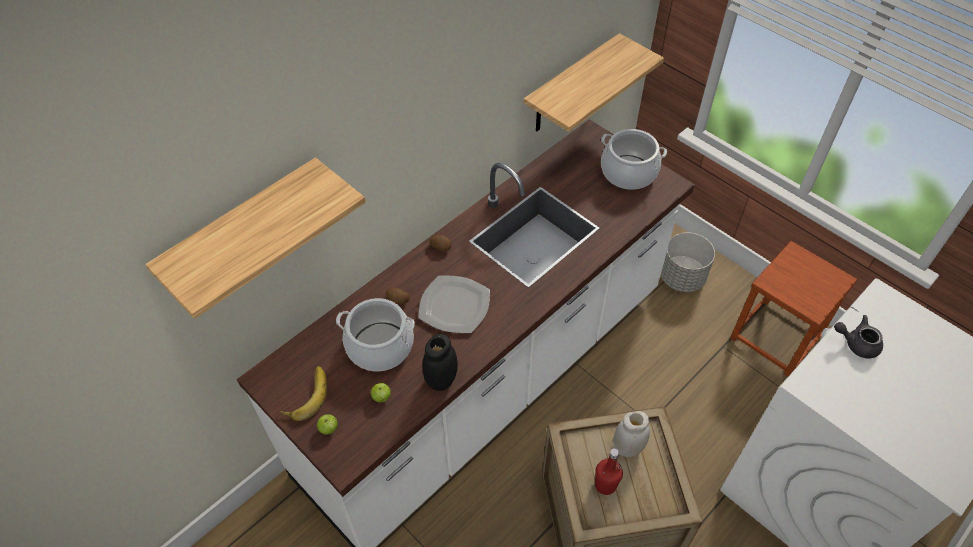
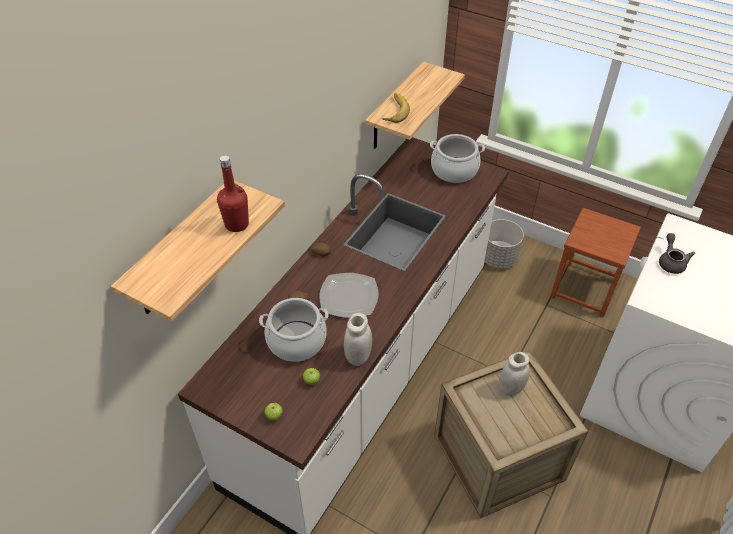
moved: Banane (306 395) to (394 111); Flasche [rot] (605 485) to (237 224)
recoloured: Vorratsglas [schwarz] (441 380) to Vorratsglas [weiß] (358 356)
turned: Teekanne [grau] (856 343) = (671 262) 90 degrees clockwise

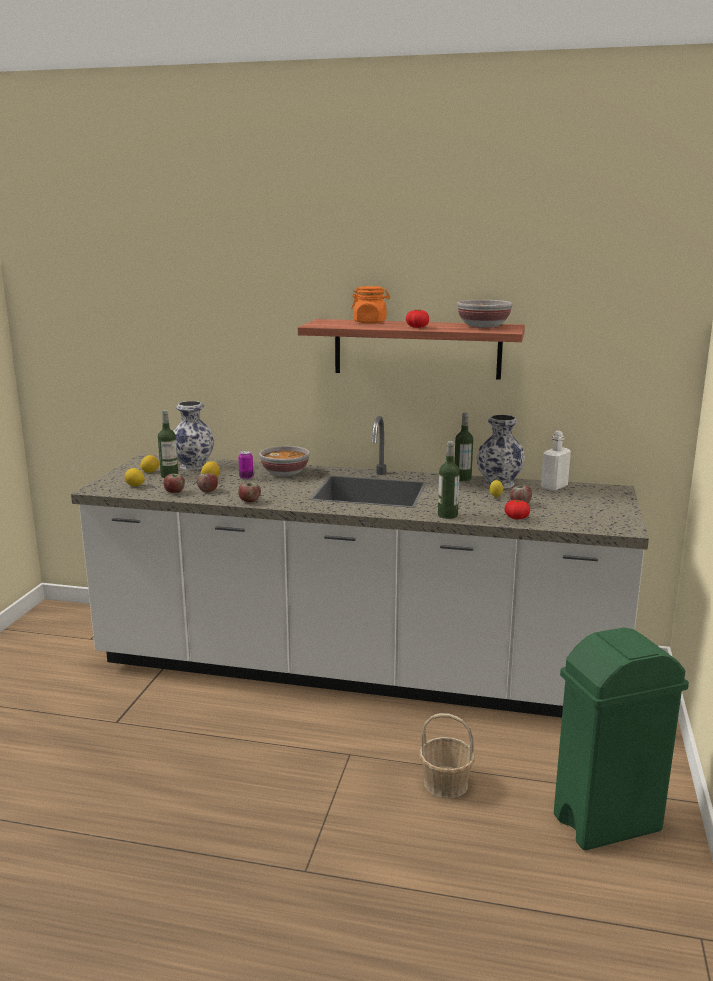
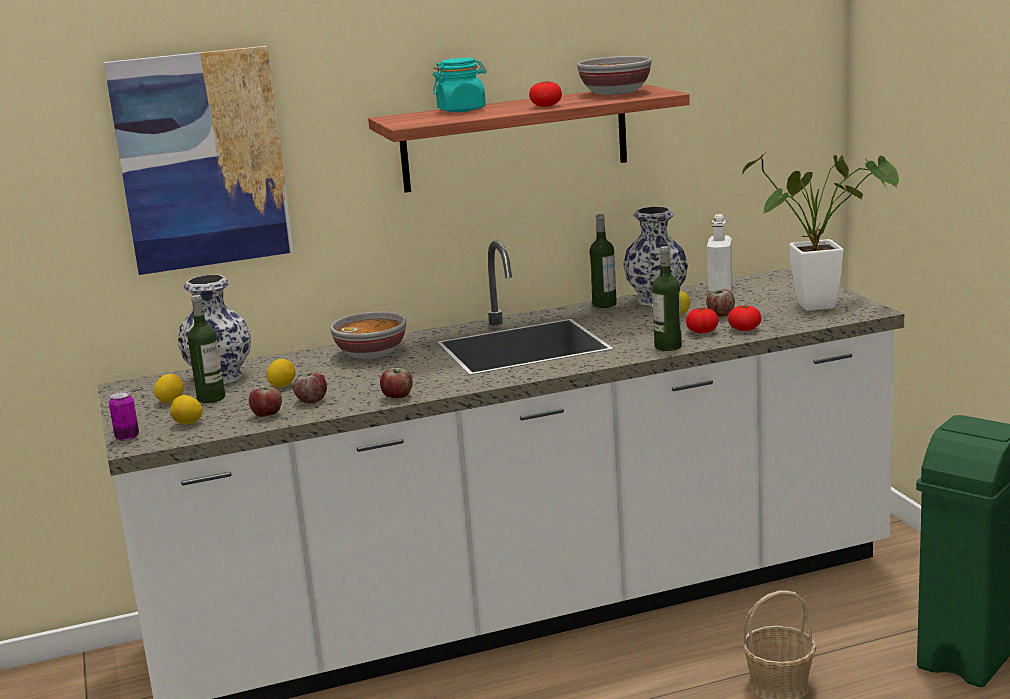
added: Bild (201 160); Tomate (702 332); Topfpflanze (825 305)
moved: Dose (246 478) to (127 437)
recoloured: Vorratsglas [orange] (370 322) to Vorratsglas [türkis] (462 110)

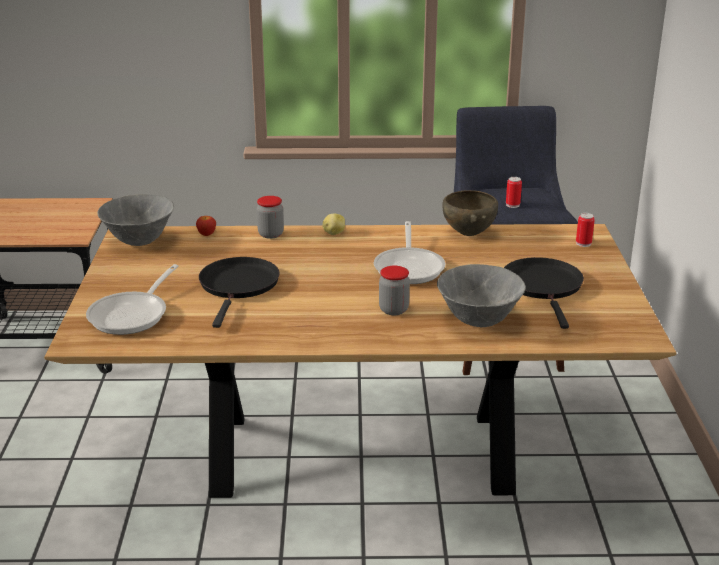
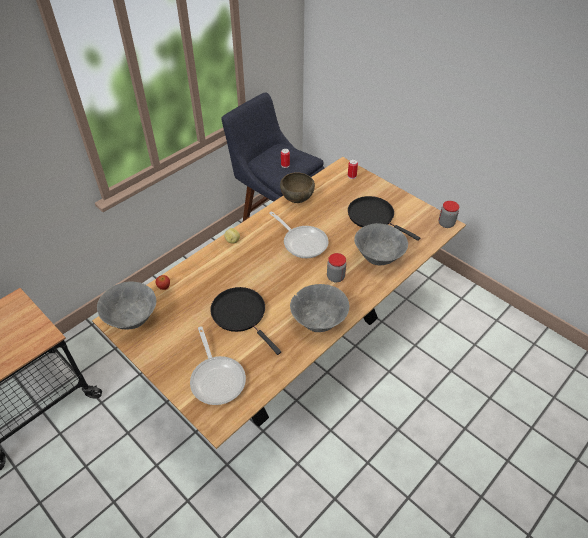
added: Schüssel [grau] (318 322)
moved: Vorratsglas (271 234) to (446 223)

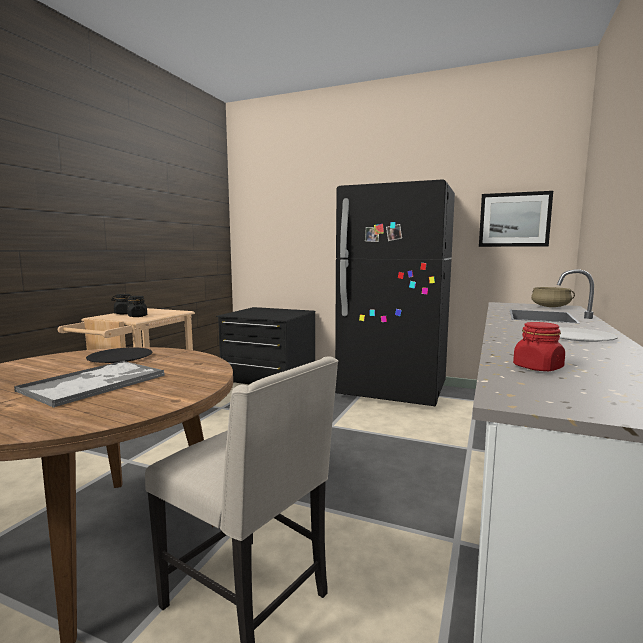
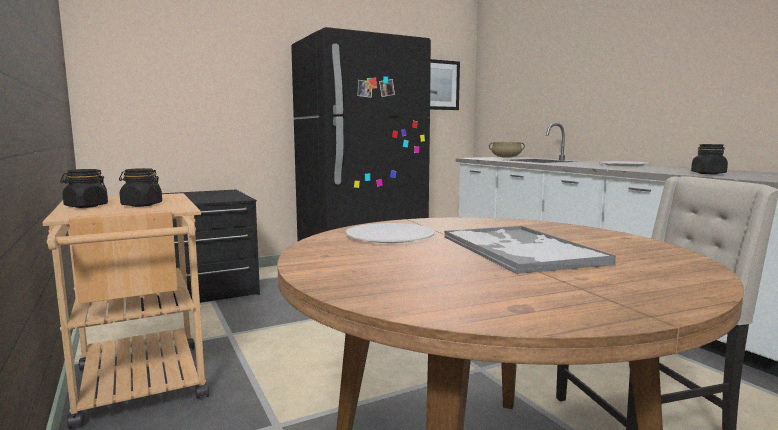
recoloured: Teller [schwarz] (120 357) to Teller [weiß] (390 236); Vorratsglas [rot] (537 368) to Vorratsglas [schwarz] (708 173)

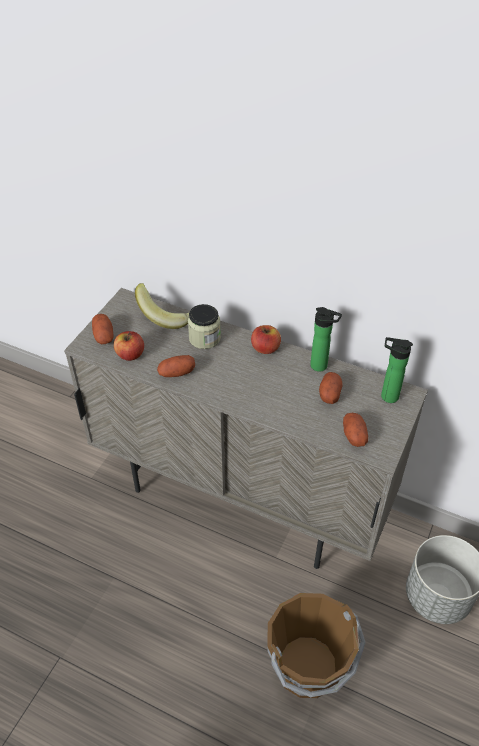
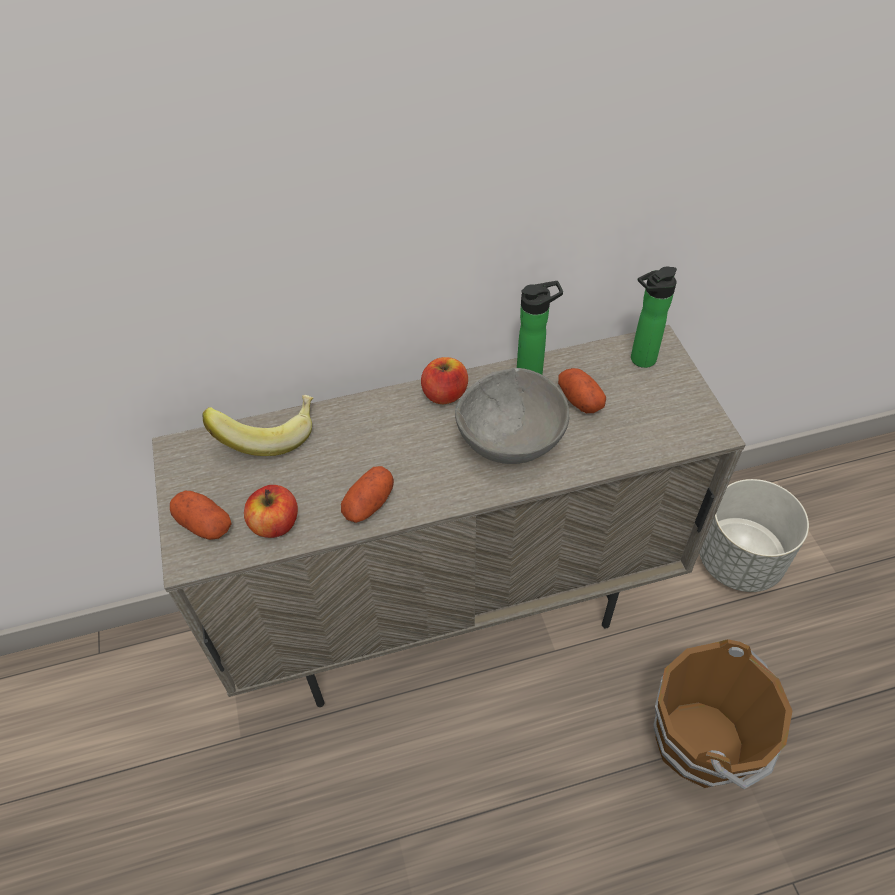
removed: Vorratsglas (204 338); Kartoffel (354 435)
added: Schüssel [grau] (510 441)

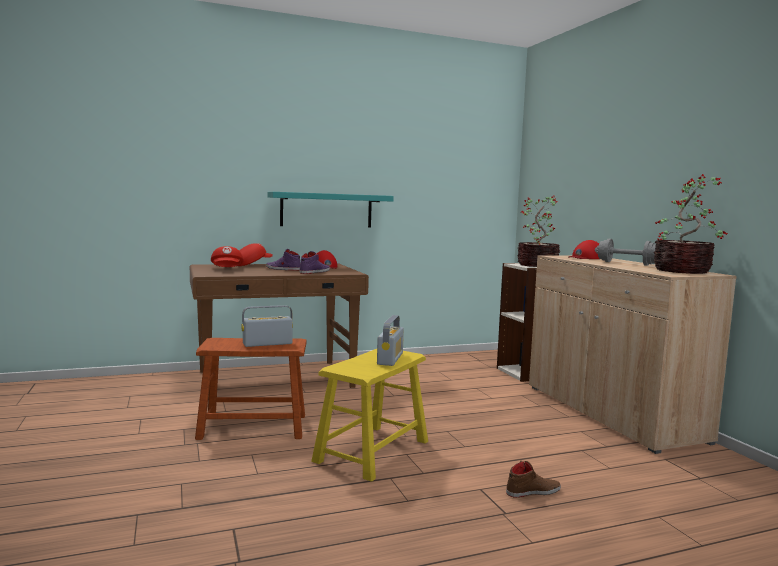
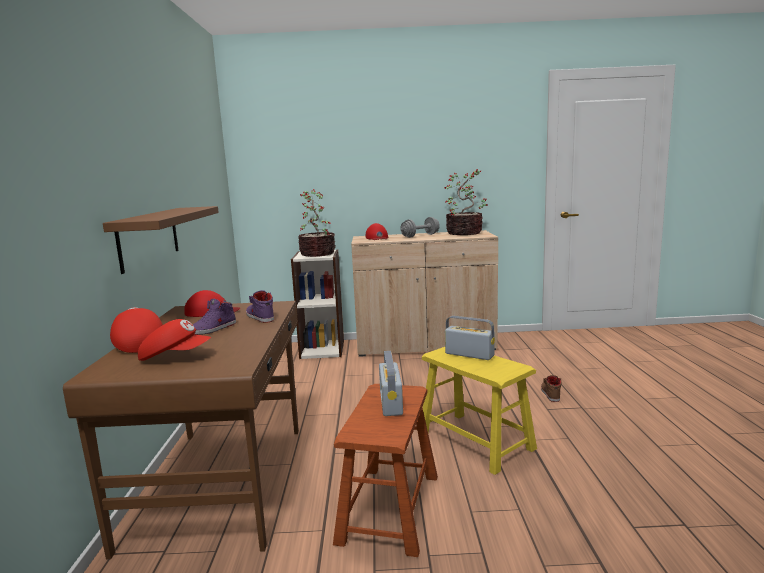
recoloured: Wandregal [türkis] (326 210) to Wandregal [braun] (149 237)

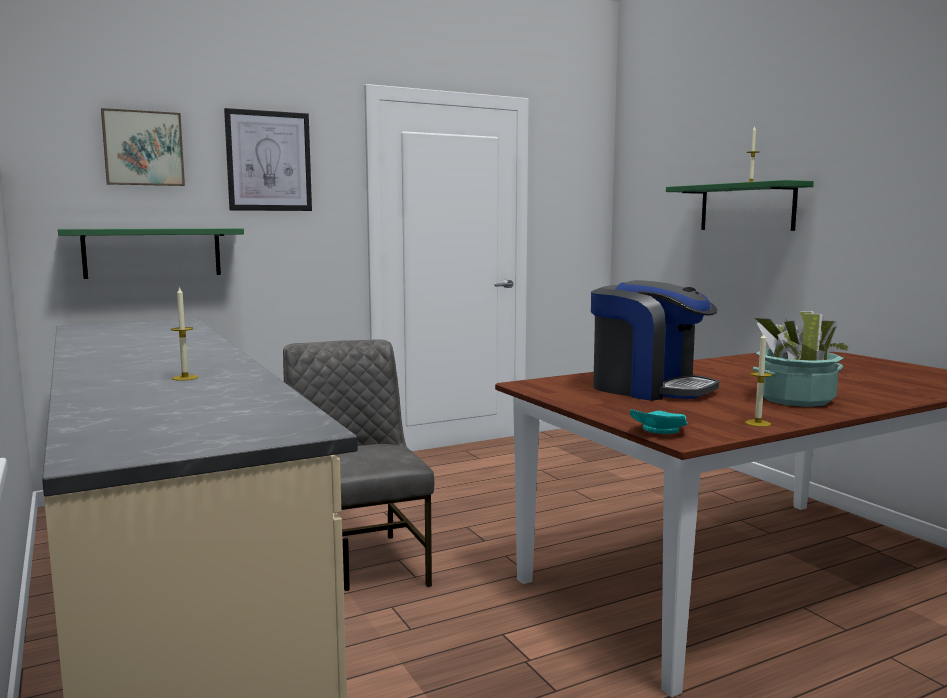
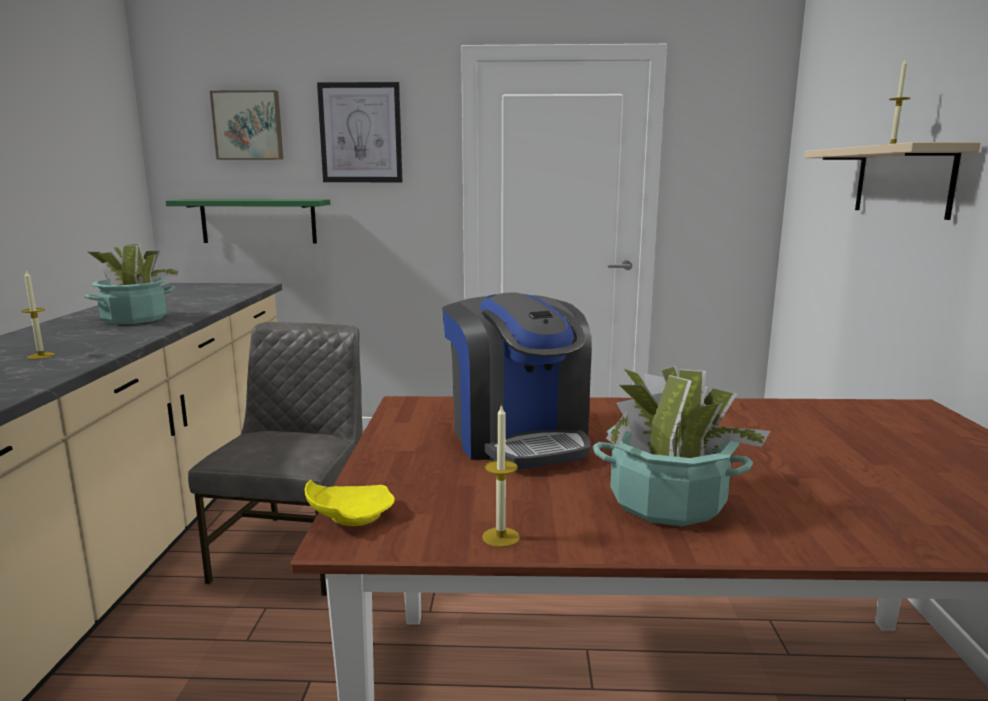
added: Topfpflanze (135 318)
recoloured: Teller [türkis] (659 431) to Teller [gelb] (349 516); Wandregal [grün] (746 207) to Wandregal [beige] (902 181)

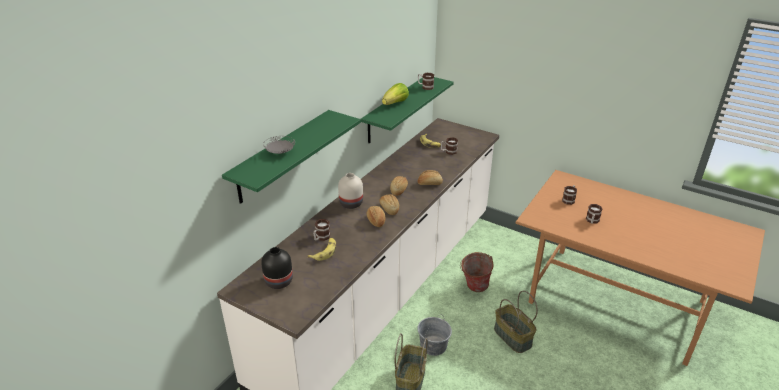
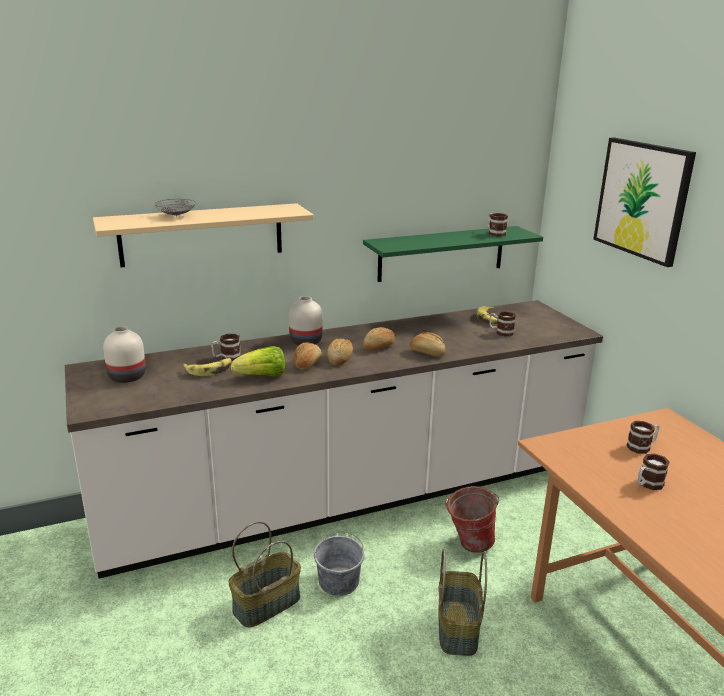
added: Bild (642 199)
moved: Salatkopf (395 103) to (262 376)
recoloured: Wandregal [grün] (282 156) to Wandregal [beige] (202 234); Vase [schwarz] (279 281) to Vase [weiß] (128 377)

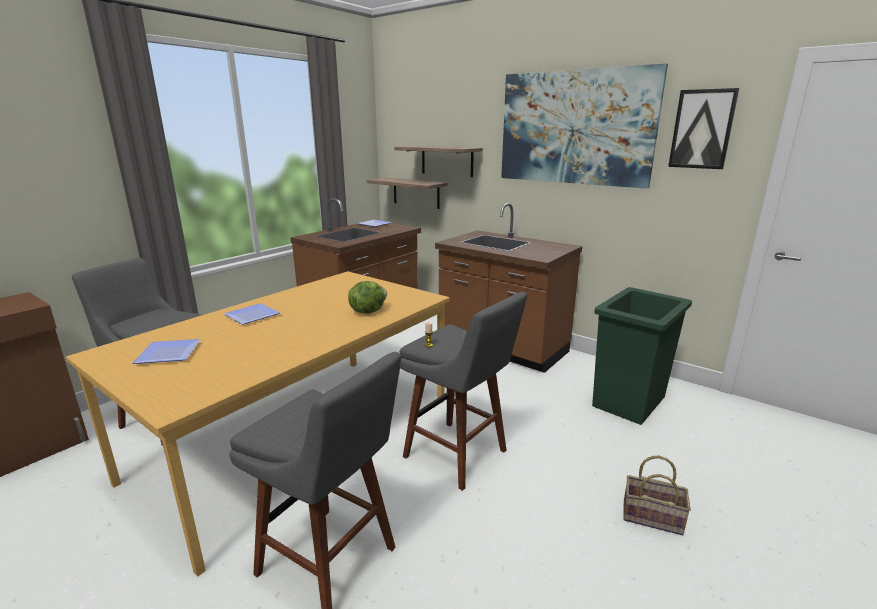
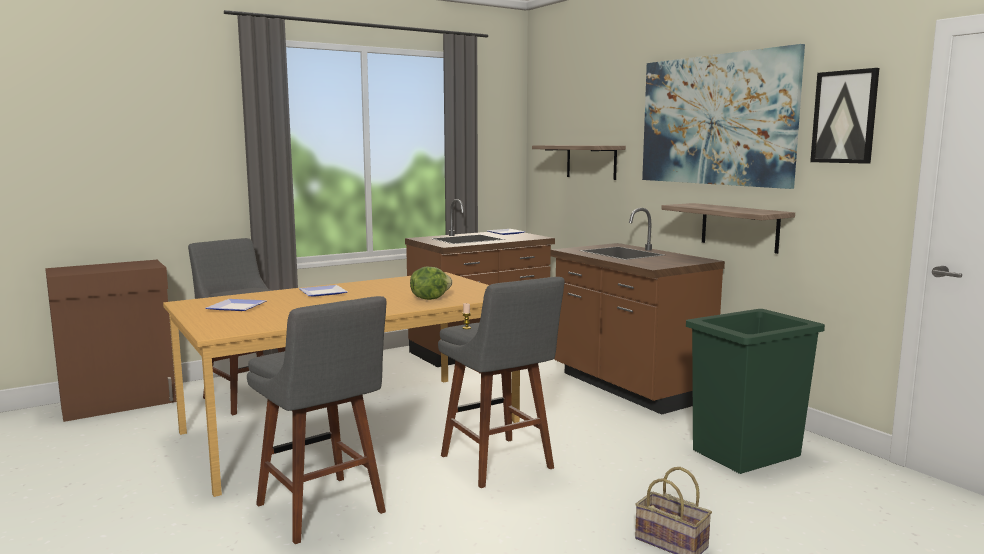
moved: Wandregal (416 193) to (739 227)

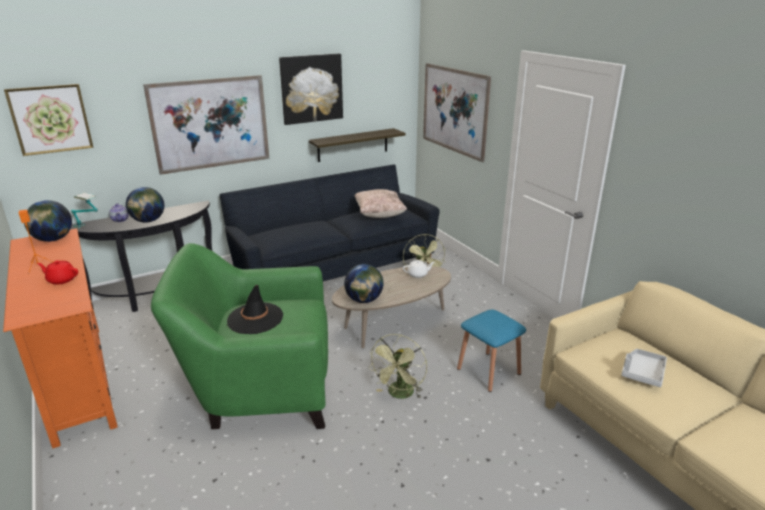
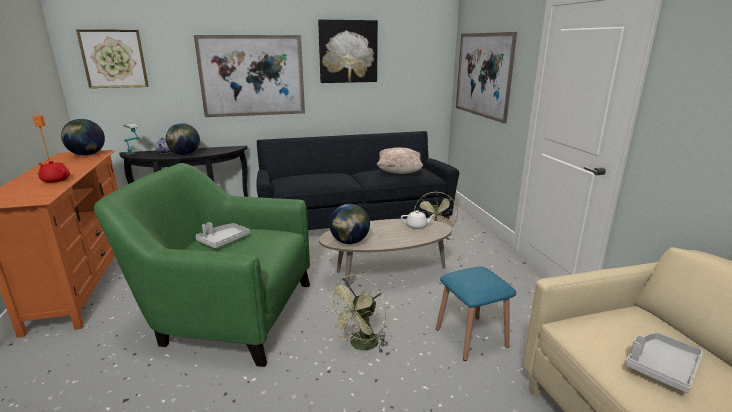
removed: Wandregal (353 145)
replaced: Hut [schwarz] (255 318) to Tablett [grau] (223 240)

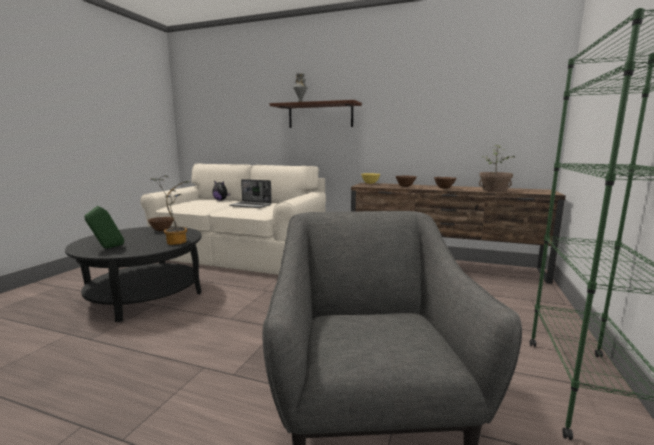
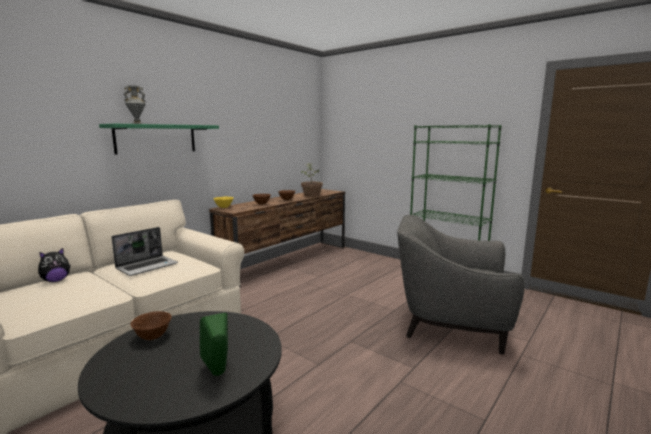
removed: Topfpflanze (176 241)
recoloured: Wandregal [braun] (320 116) to Wandregal [grün] (156 138)

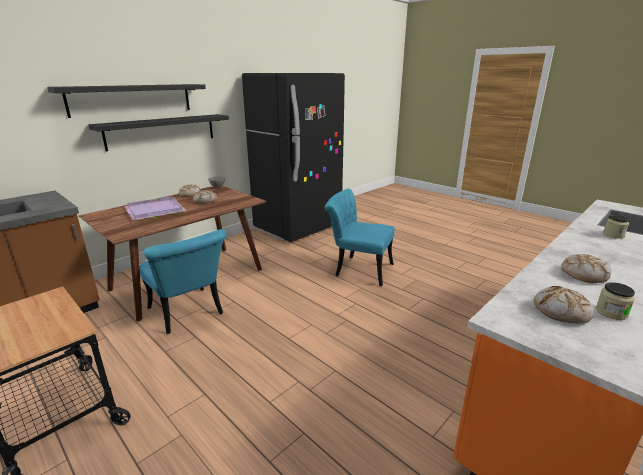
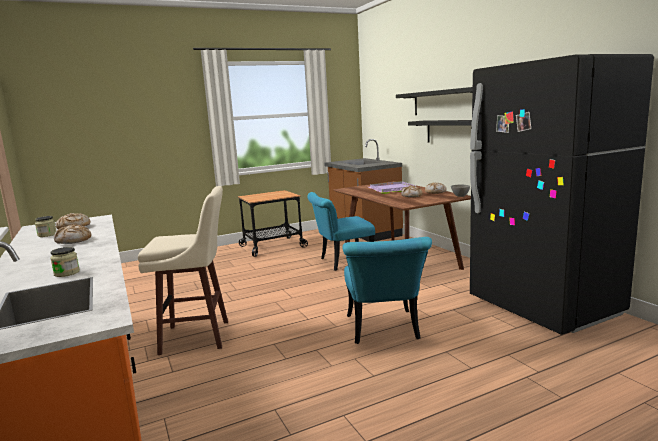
added: Hocker [beige] (197 337)
turned: Stuhl [türkis] (358 269) = (384 331) 135 degrees clockwise

